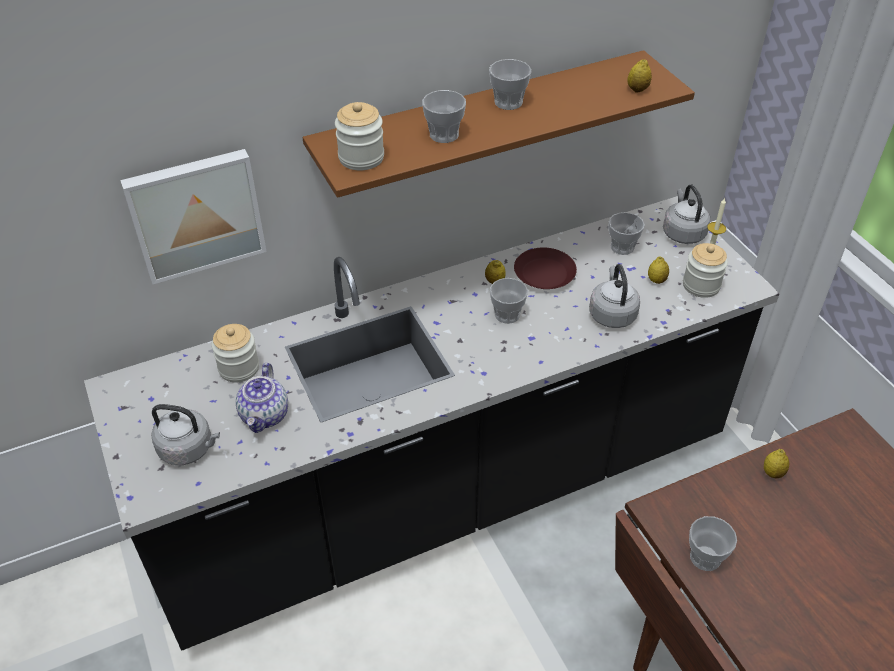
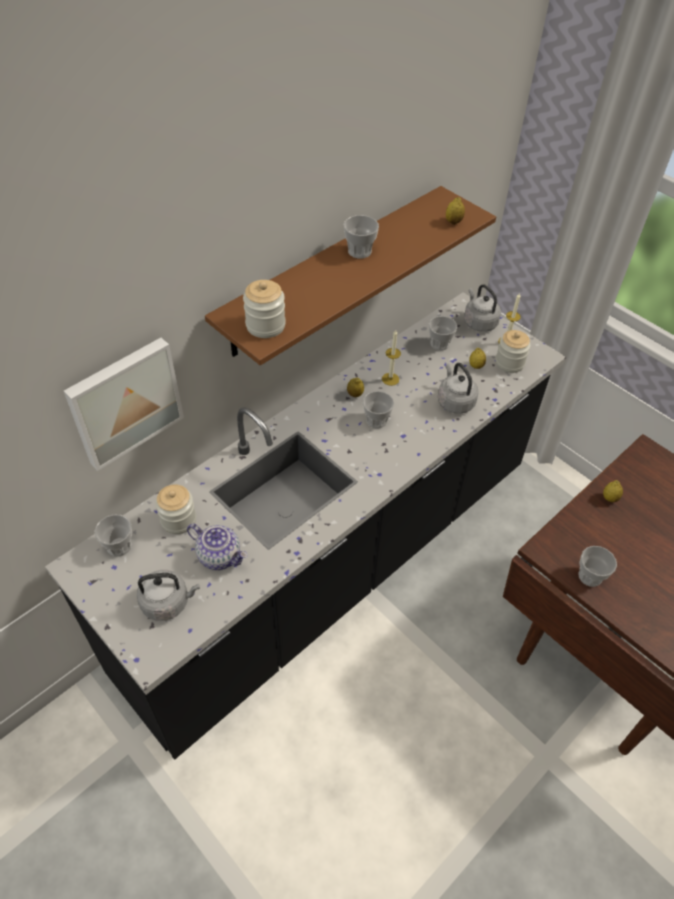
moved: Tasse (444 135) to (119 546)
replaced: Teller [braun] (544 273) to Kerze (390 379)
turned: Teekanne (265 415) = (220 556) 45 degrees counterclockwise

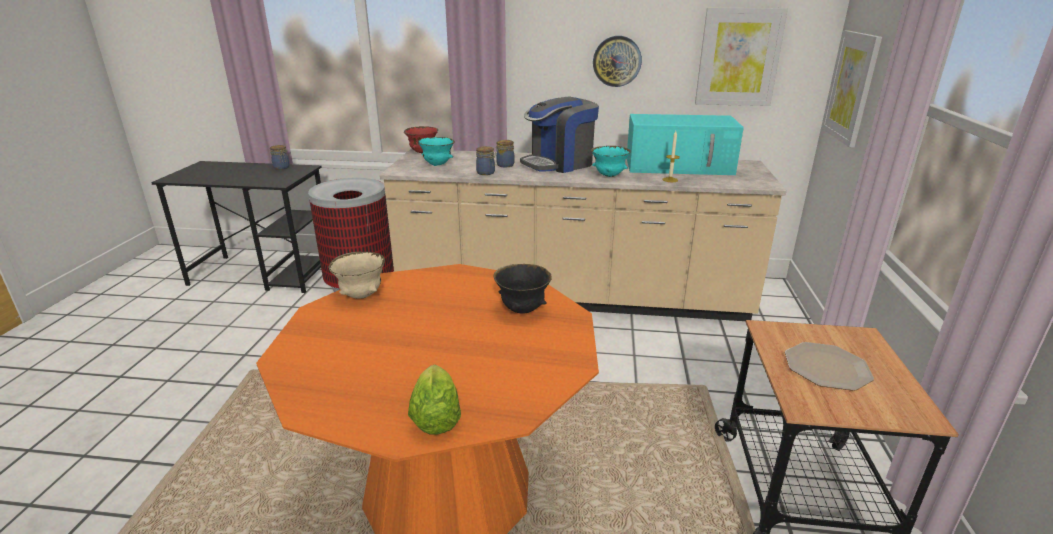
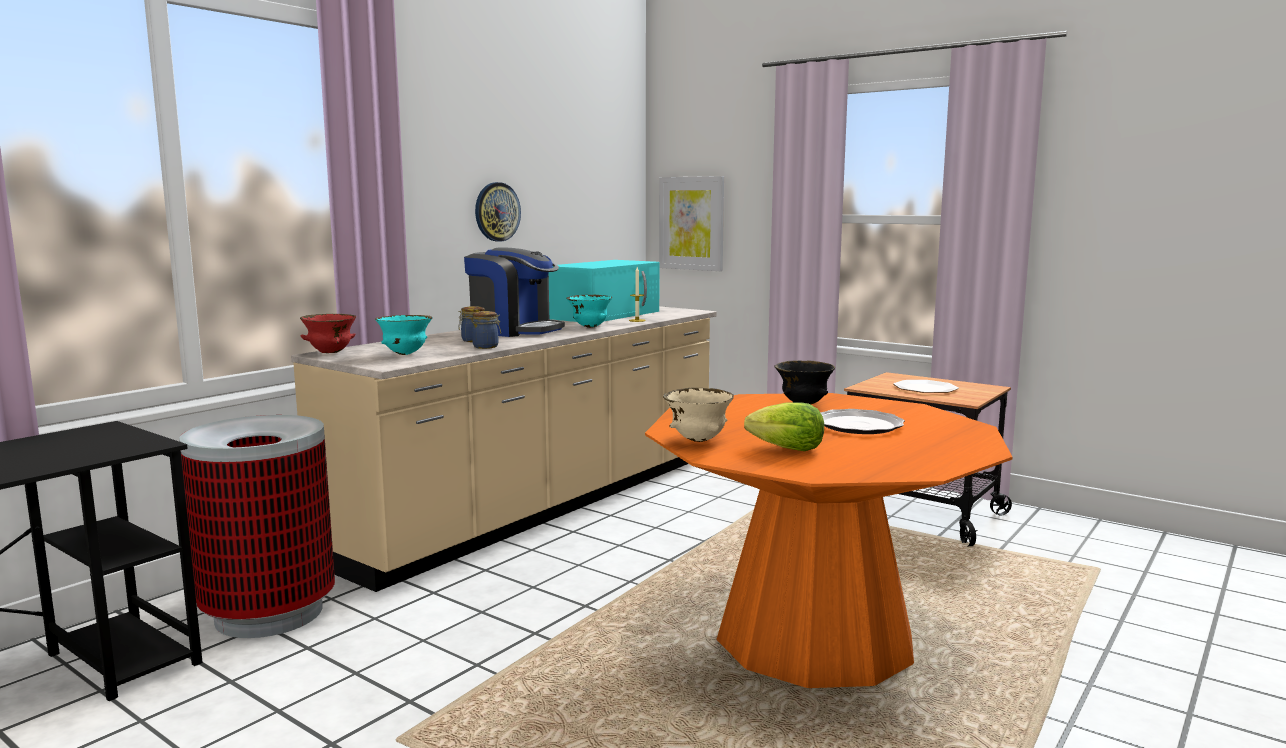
removed: Vorratsglas (282 167); Bild (738 57)
added: Teller (859 425)
moved: Salatkopf (435 418) to (787 449)
turned: Kaffeemaschine (559 164) = (514 330) 60 degrees counterclockwise

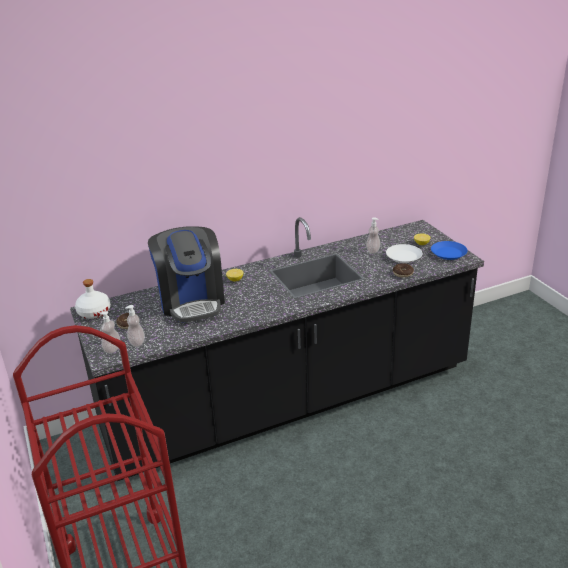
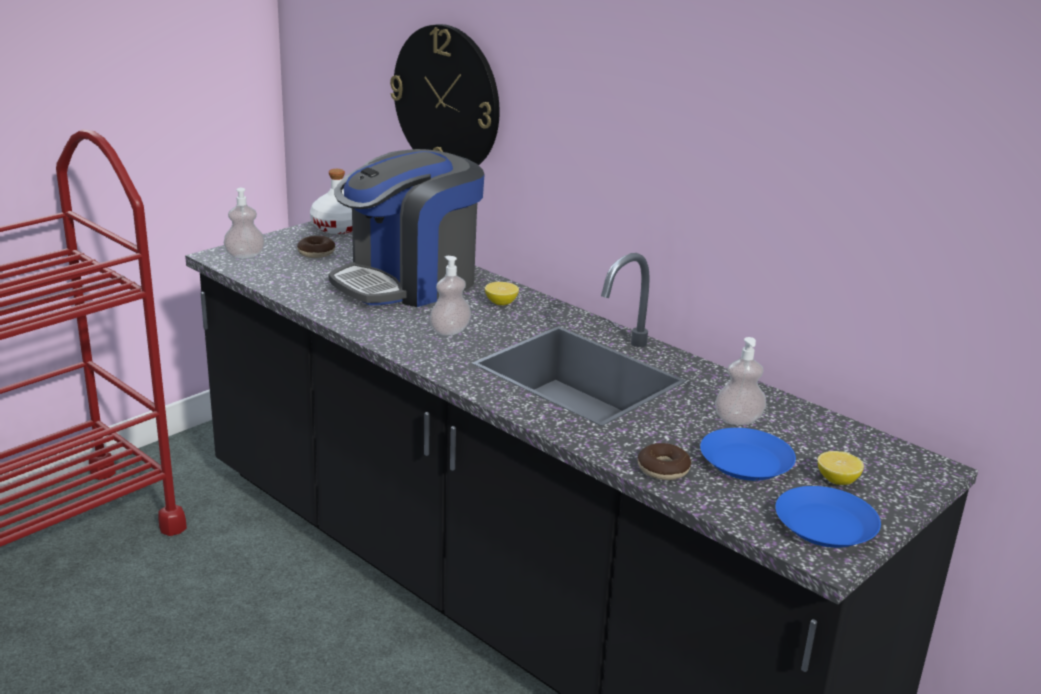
added: Wanduhr (447 100)
moved: Seifenspender (137 342) to (450 331)
recoloured: Teller [weiß] (403 257) to Teller [blau] (745 462)

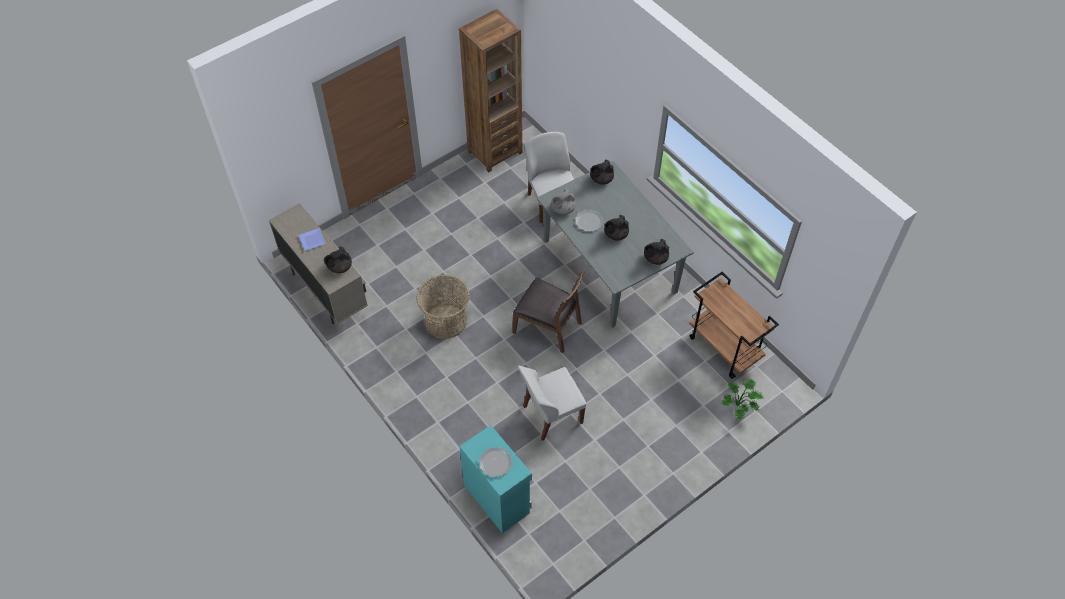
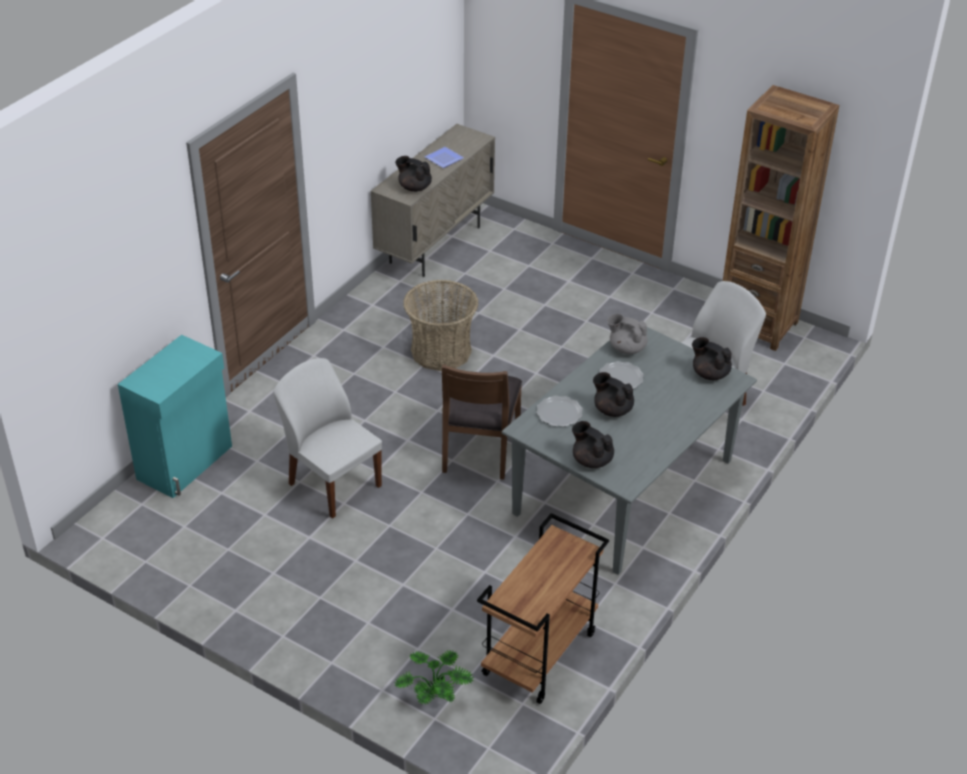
moved: Teller (495 463) to (559 413)

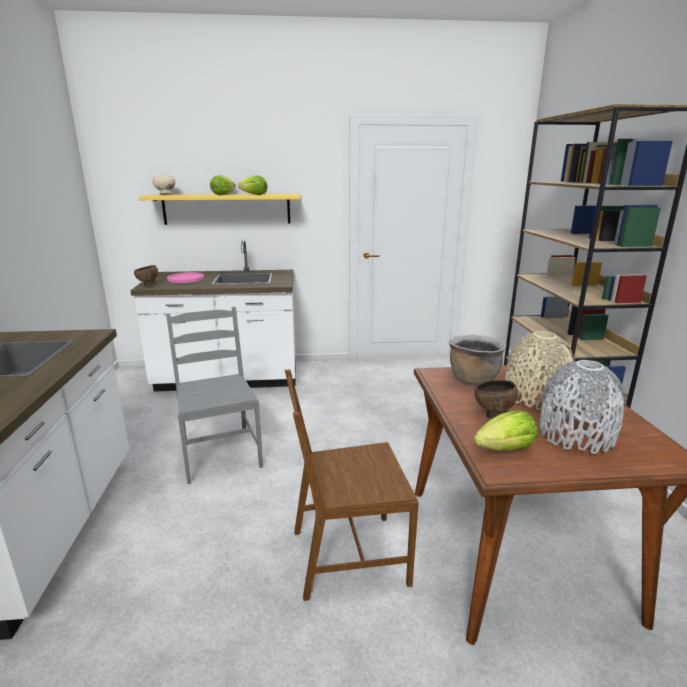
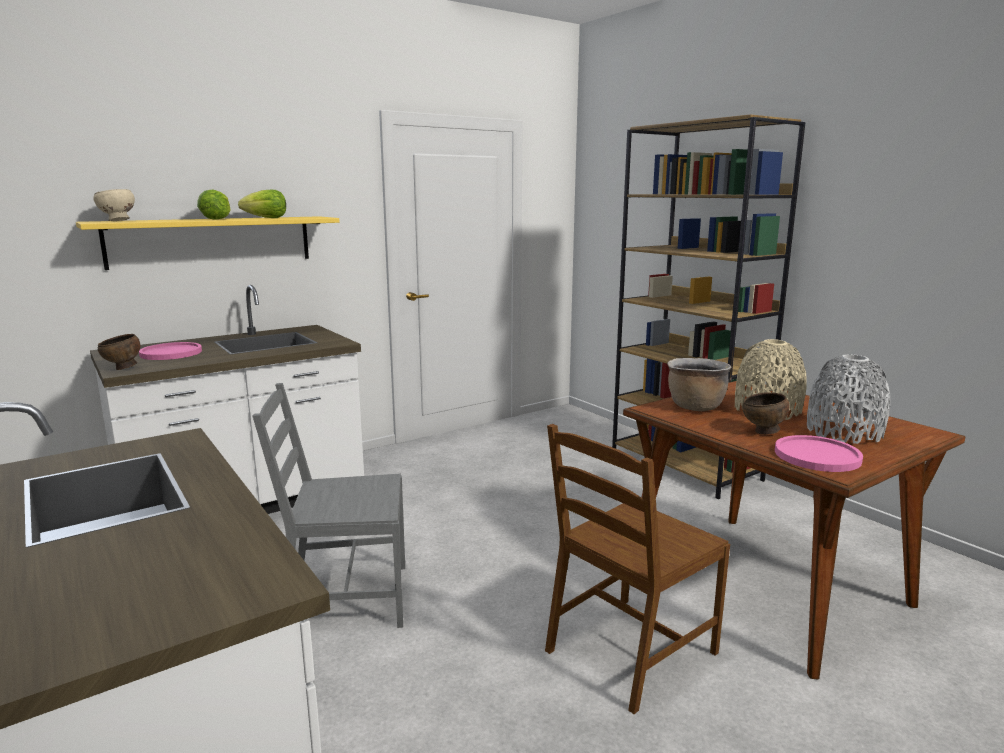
replaced: Salatkopf (506 450) to Teller [rosa] (817 455)
turned: Stuhl [grau] (219 454) = (345 599) 45 degrees counterclockwise

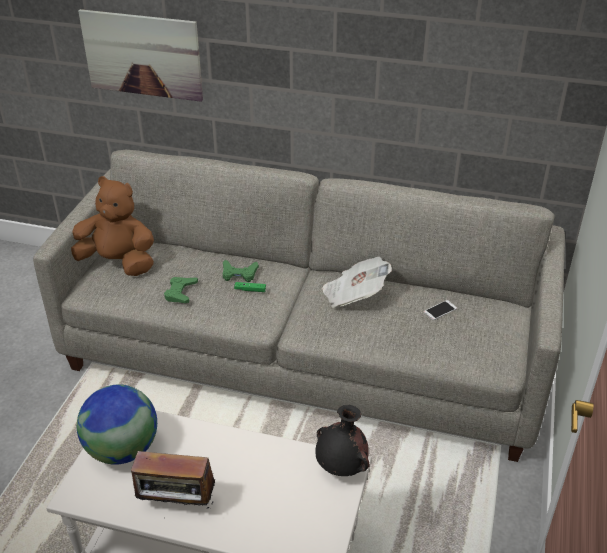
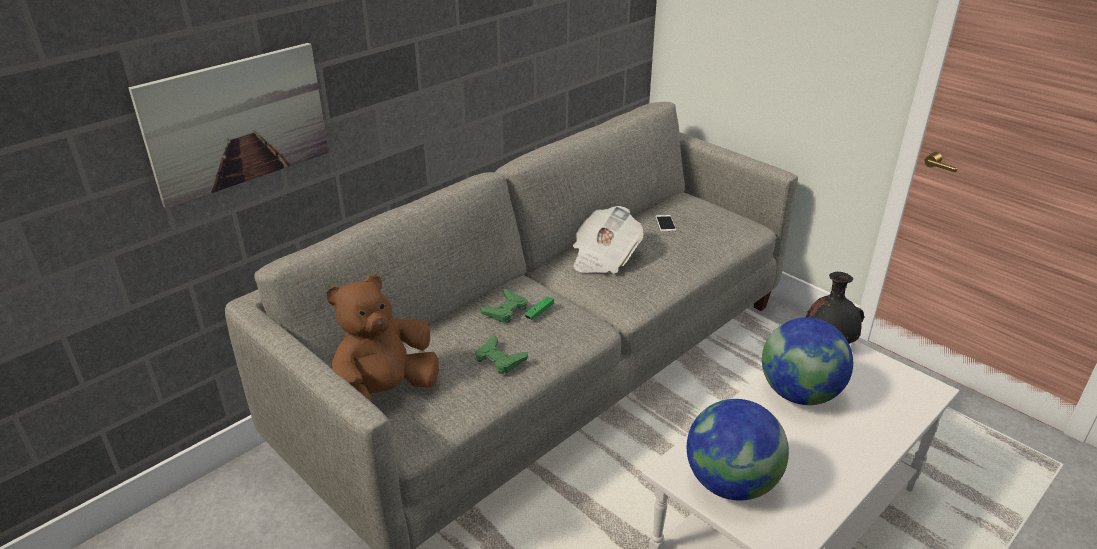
removed: Radio (177 505)
added: Globus (799 394)

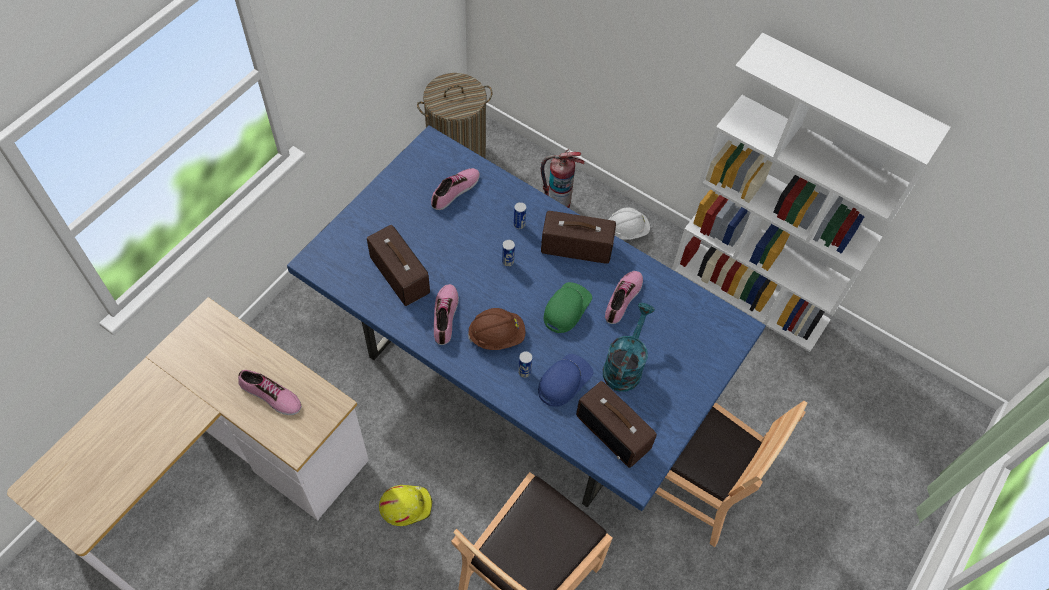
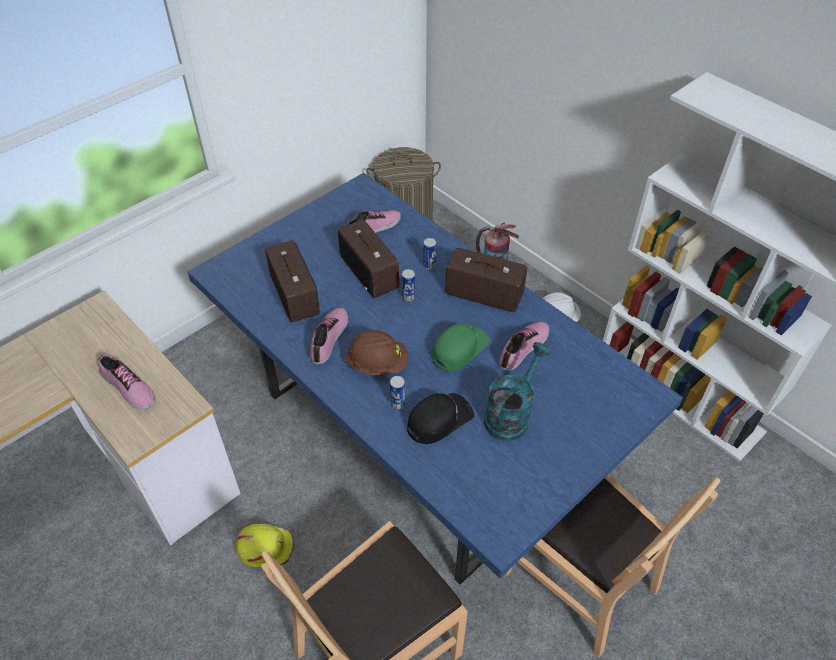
moved: Radio (614 432) to (370 272)
recoloured: Kappe [blau] (564 381) to Kappe [schwarz] (439 419)

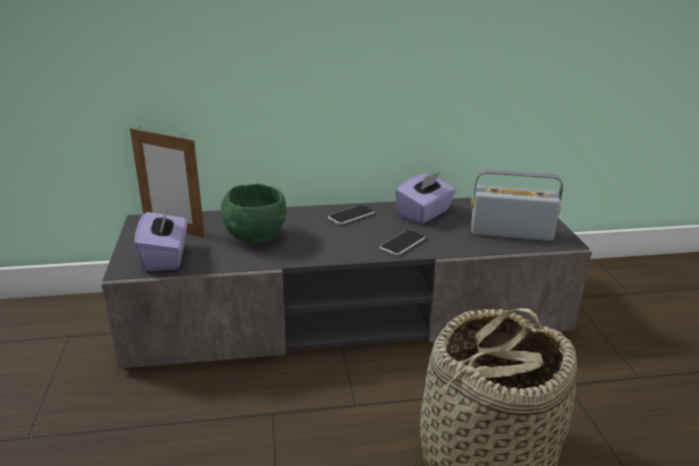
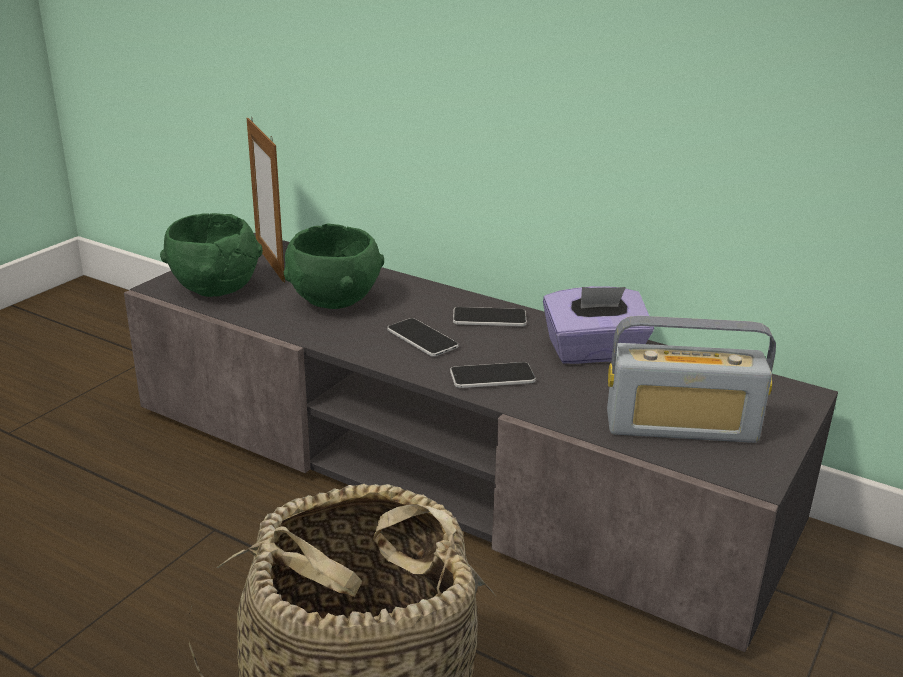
added: Handy (422 339)
replaced: Taschentuchbox [lila] (166 257) to Schüssel [grün] (215 289)
turned: Radio (510 232) = (681 427) 135 degrees clockwise

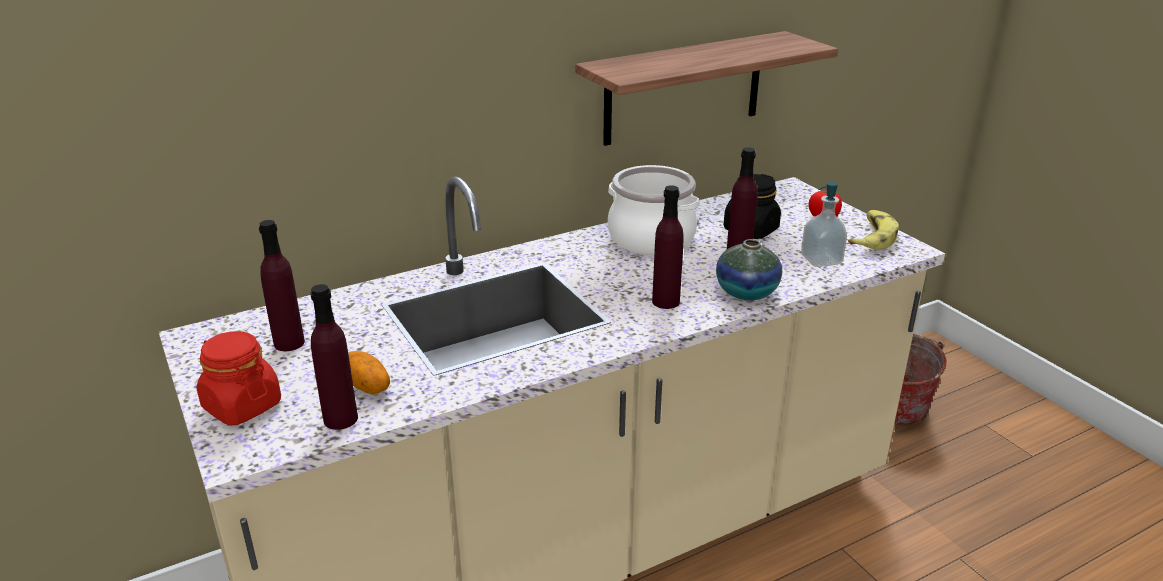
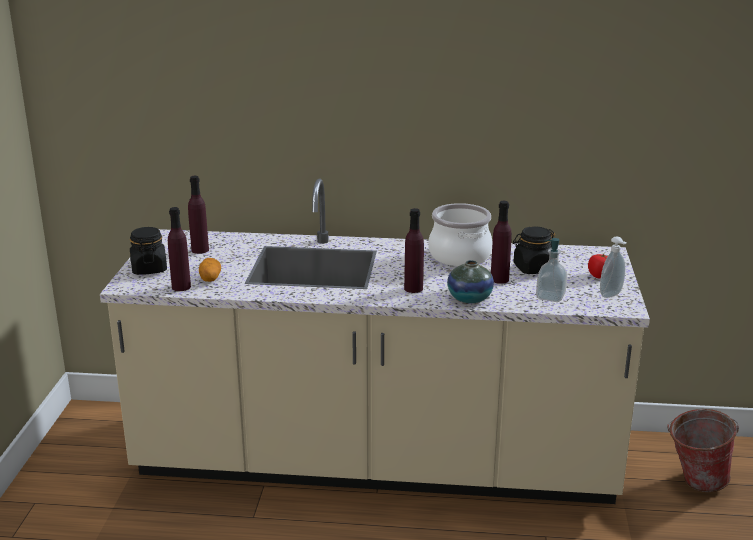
removed: Wandregal (683 88)
replaced: Banane (871 237) to Seifenspender (612 295)
recoloured: Vorratsglas [rot] (242 406) to Vorratsglas [schwarz] (149 269)

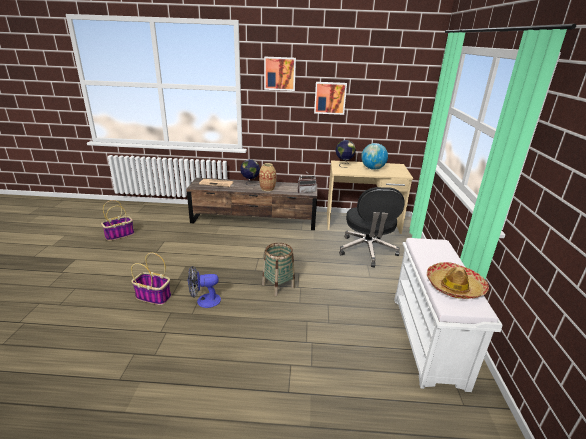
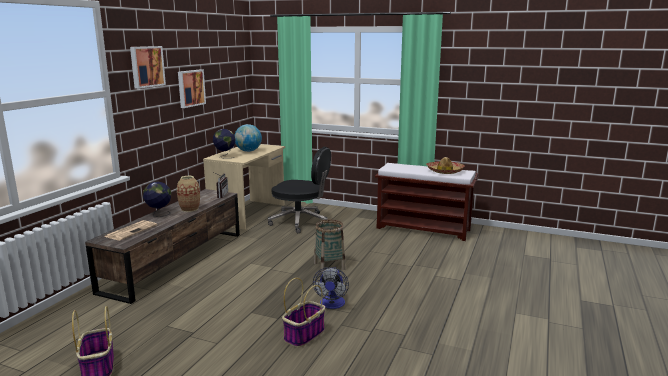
recoloured: Bank [weiß] (428 340) to Bank [braun] (424 229)

